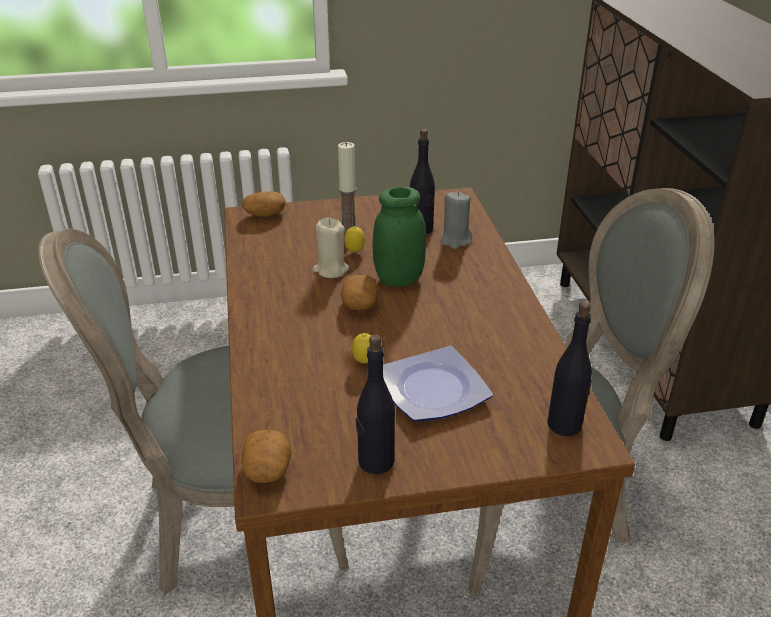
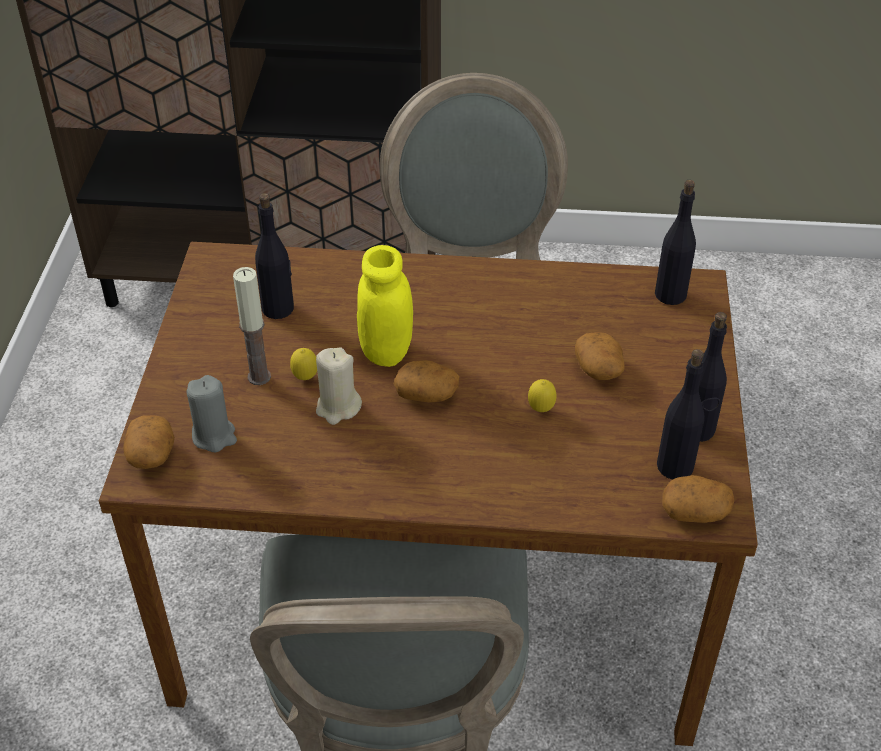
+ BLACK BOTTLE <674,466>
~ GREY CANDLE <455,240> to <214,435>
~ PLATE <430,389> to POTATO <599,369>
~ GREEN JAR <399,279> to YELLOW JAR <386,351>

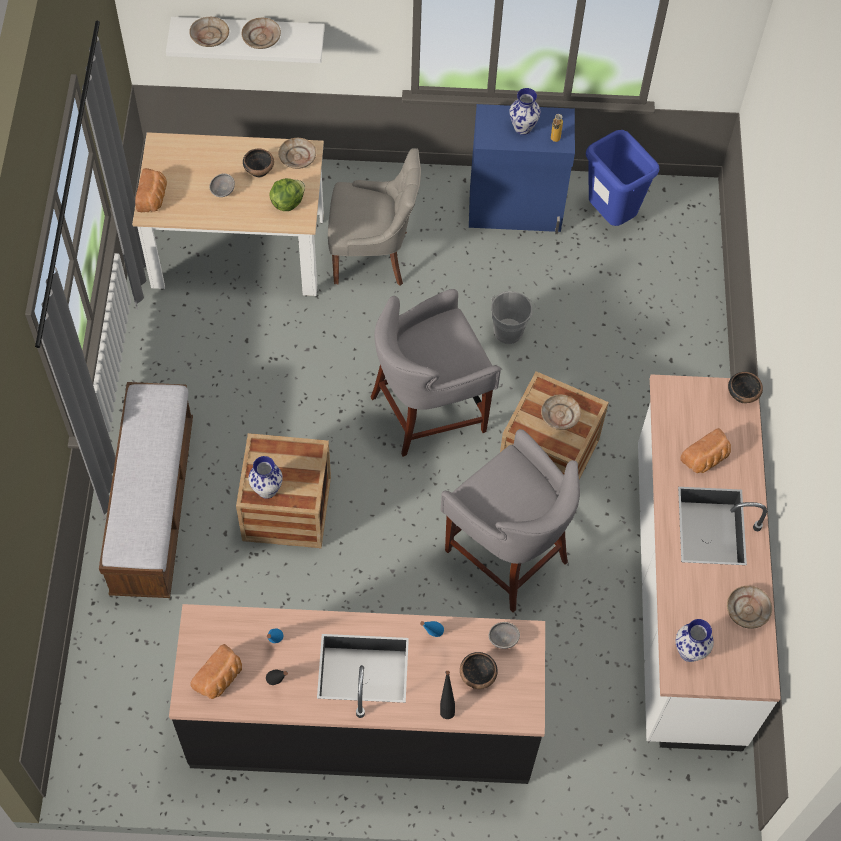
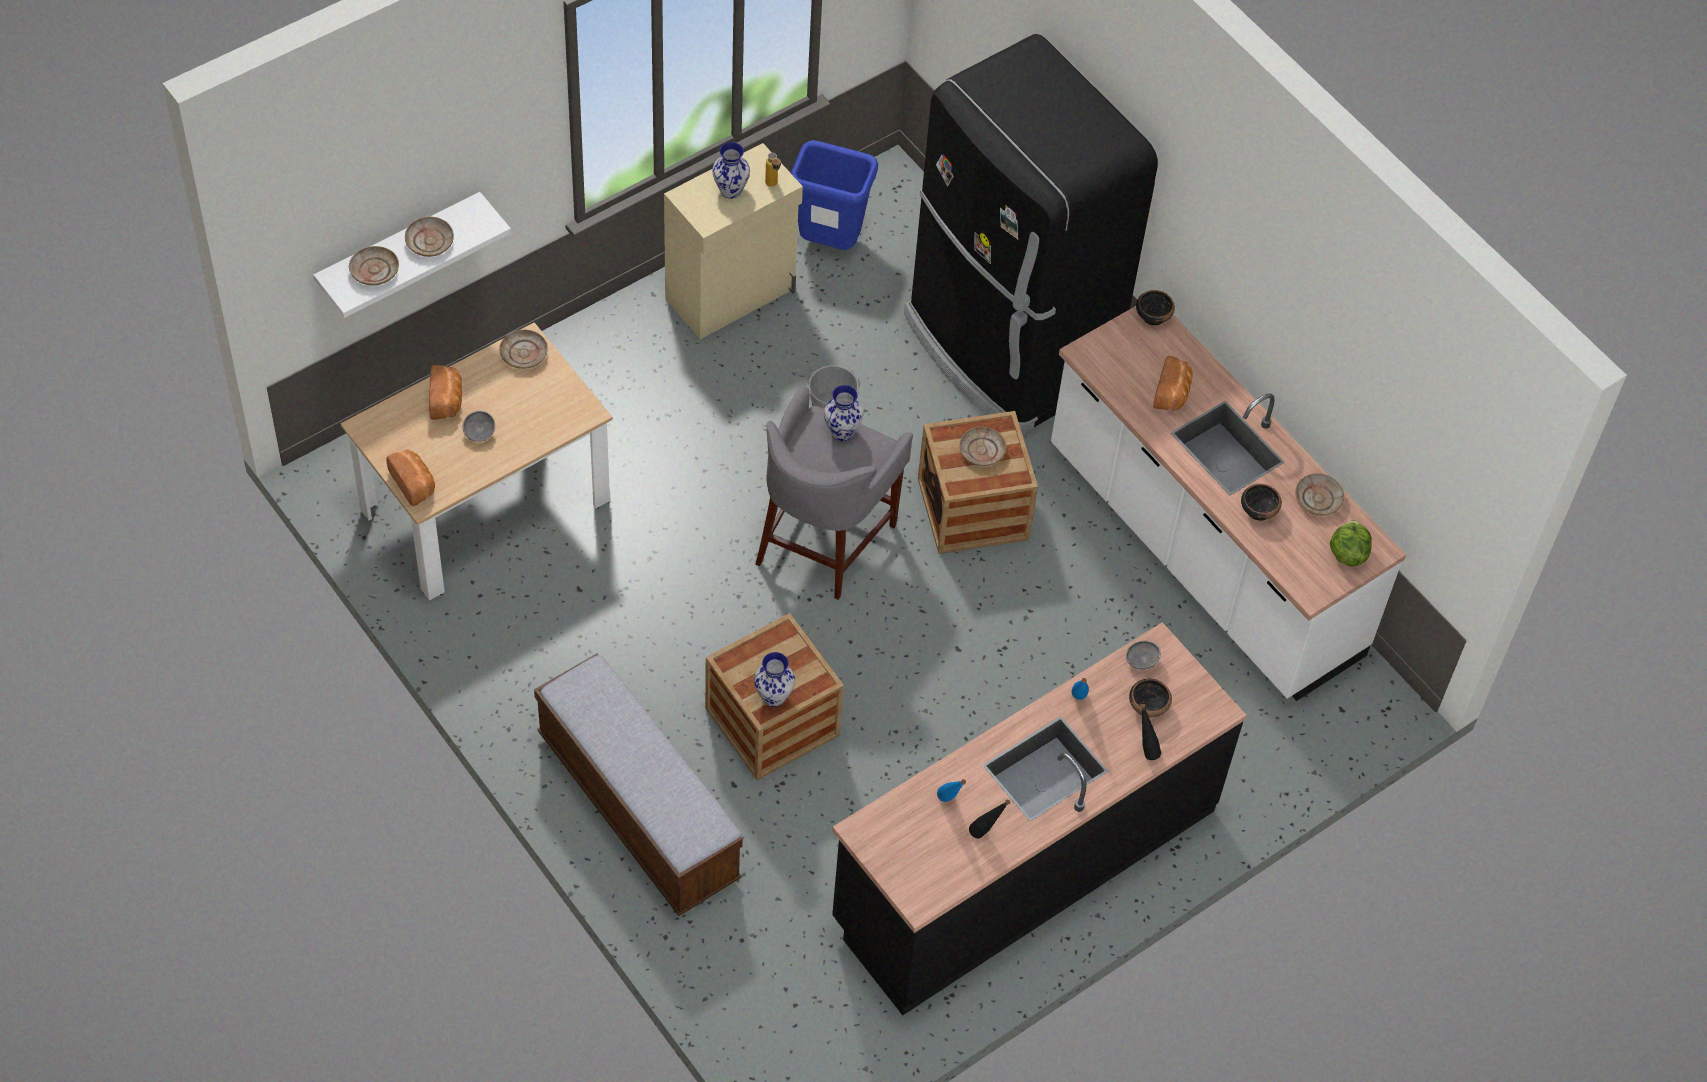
- GREY CHAIR <373,256>
- GREY STOOL <507,553>
+ BLACK FRIDGE <1006,350>
~ BREAD <220,678> to <447,401>
~ BOWL <259,169> to <1258,510>
~ LETTUCE <287,202> to <1347,553>
~ VASE <689,652> to <842,432>
~ BLUE CABINET <515,211> to BEIGE CABINET <732,294>

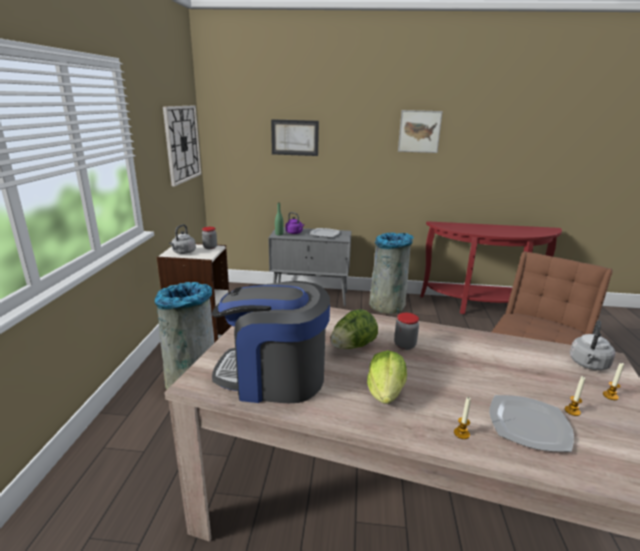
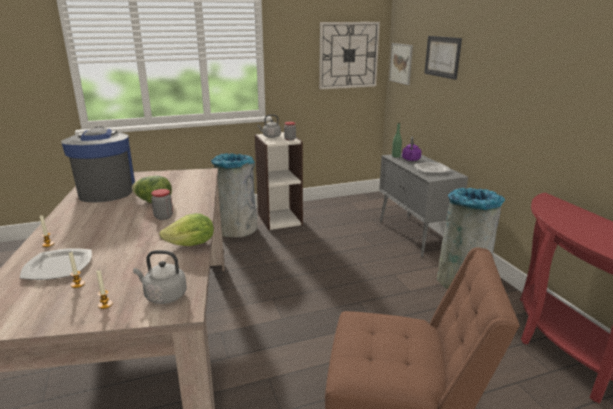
~ LETTUCE <385,392> to <192,245>
~ PICTURE <419,131> to <401,63>

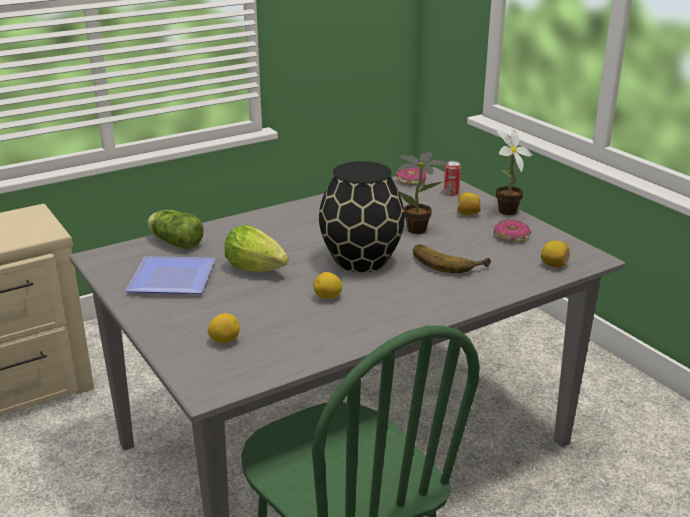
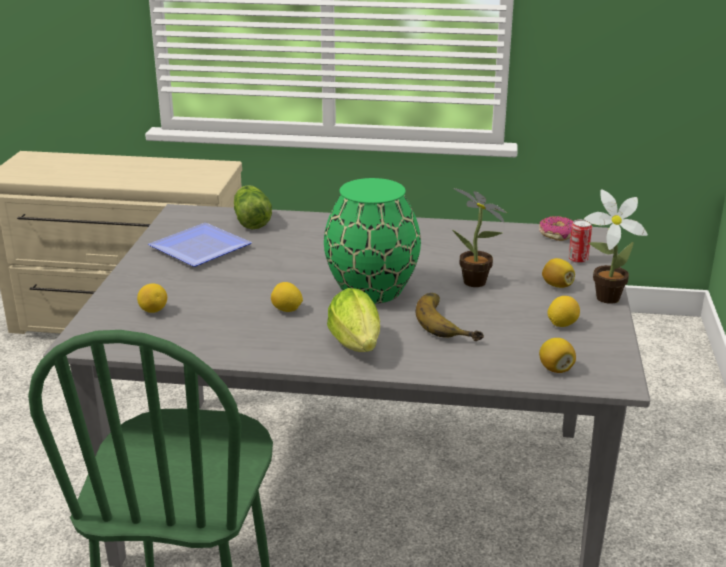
~ LETTUCE <259,270> to <357,347>
~ DONUT <511,237> to LEMON <562,324>
~ BLACK VASE <360,260> to GREEN VASE <370,290>

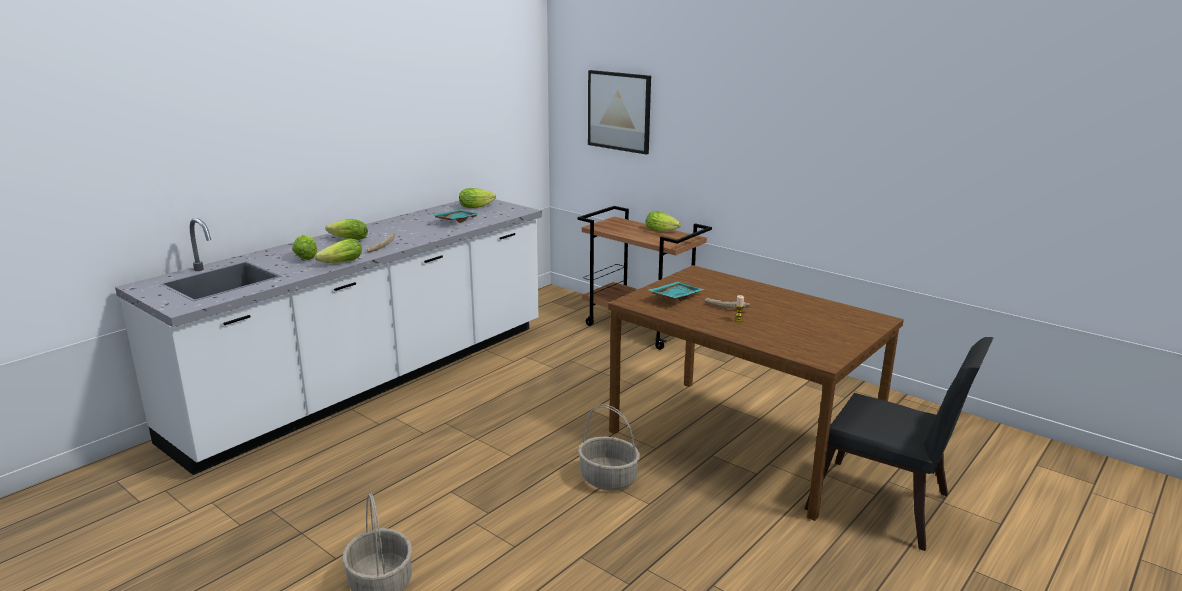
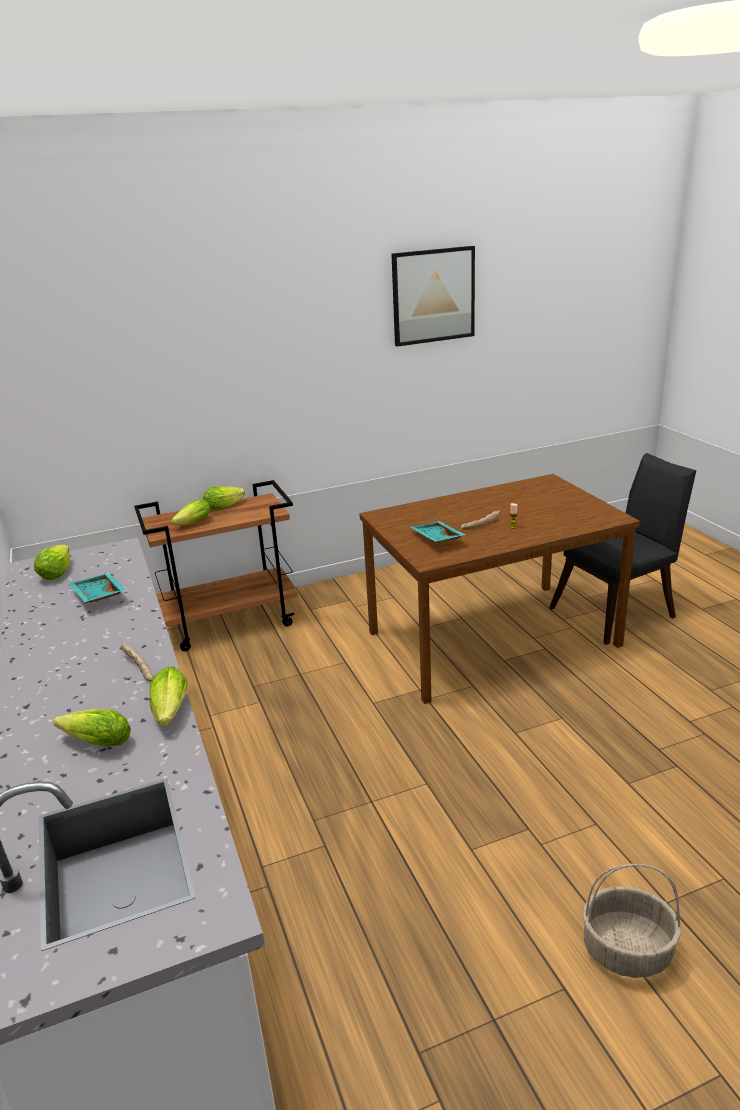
- BASKET <609,478>
~ LETTUCE <347,239> to <191,524>
~ PICTURE <619,111> to <433,296>

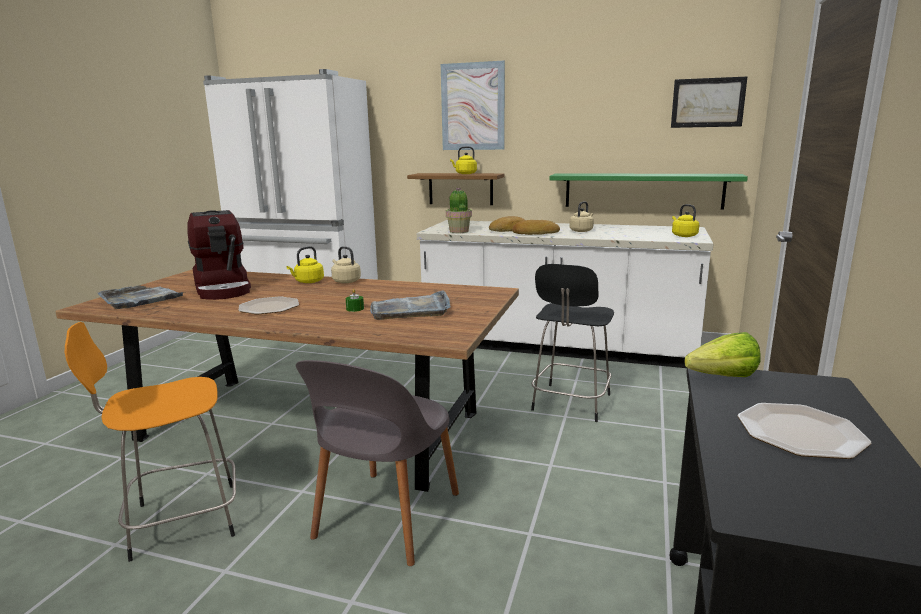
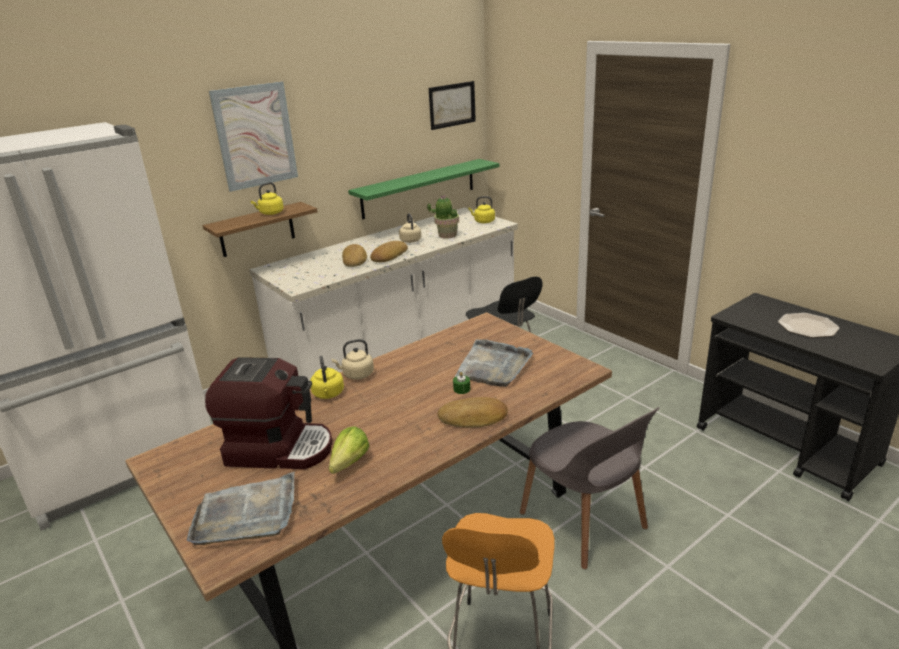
- PLATE <269,307>
+ BREAD <473,418>
~ POTTED PLANT <459,231> to <447,235>
~ LETTUCE <715,378> to <346,466>

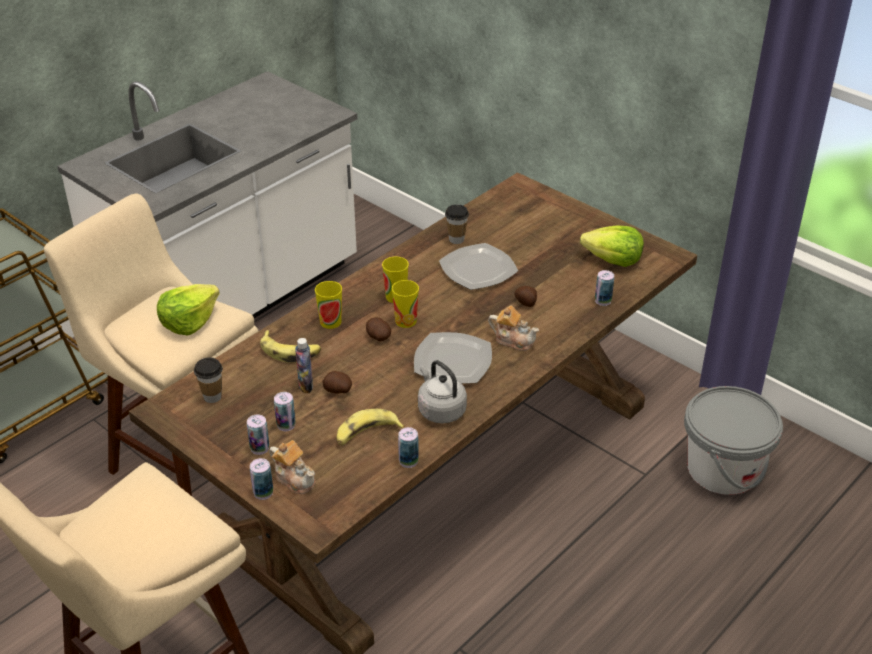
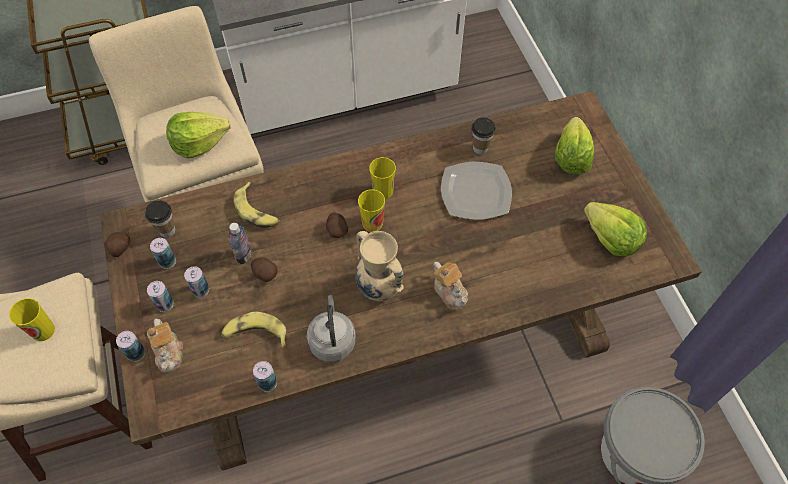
+ LETTUCE <570,157>
~ CUP <330,322> to <43,330>
~ POTATO <526,303> to <120,249>
~ CAN <603,301> to <167,262>
~ PLATE <452,361> to BEIGE VASE <380,289>

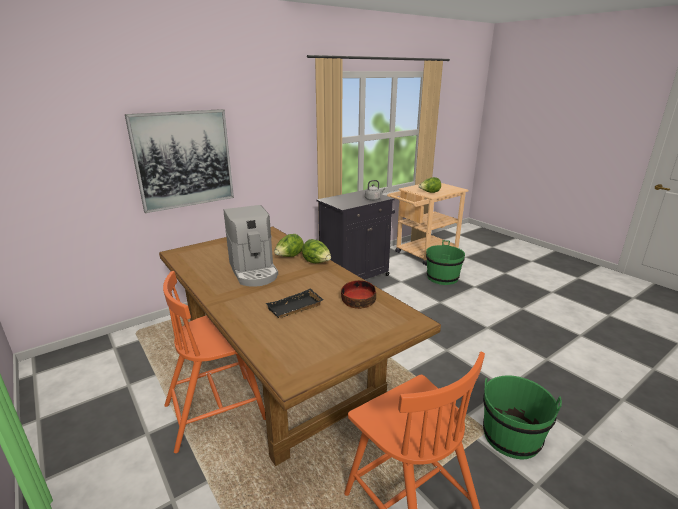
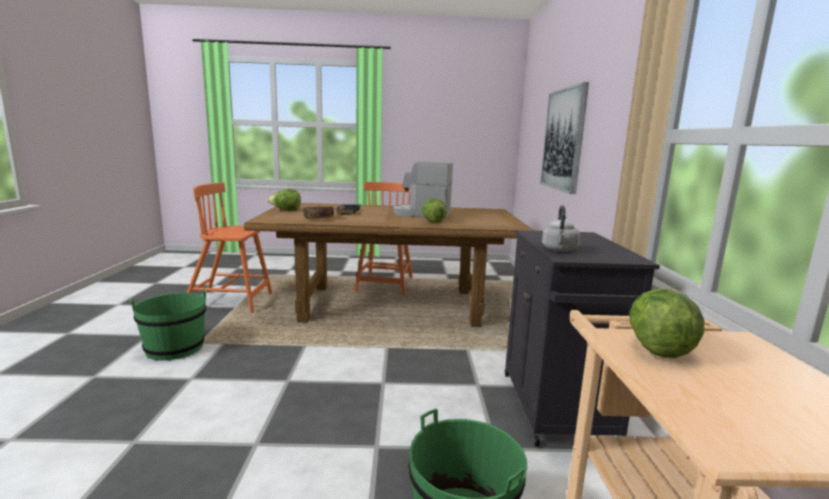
~ LETTUCE <317,263> to <286,210>

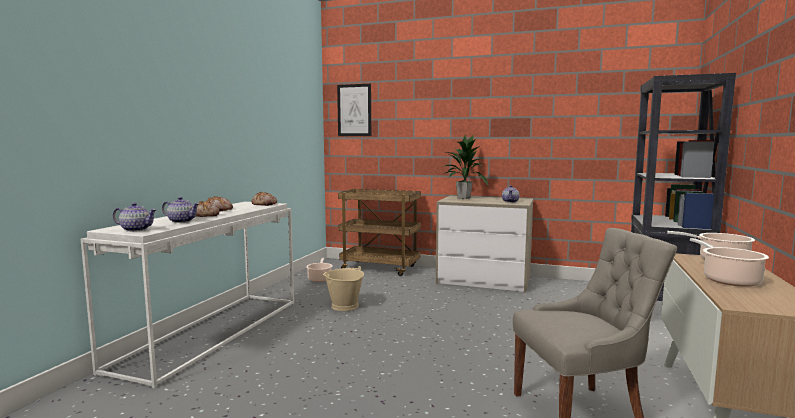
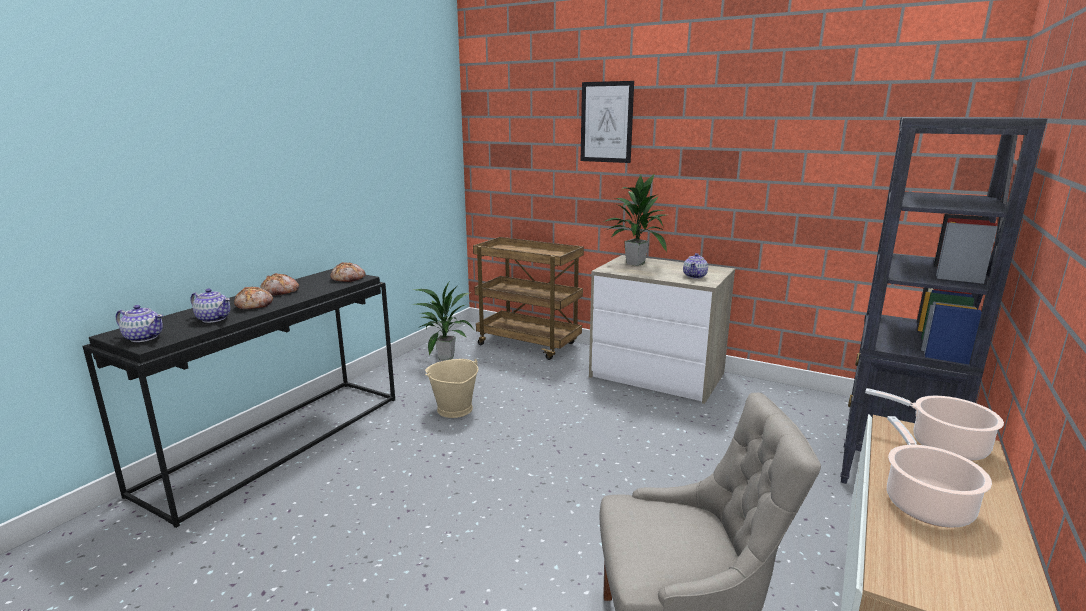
~ PICTURE <354,110> to <606,122>
~ COOKING POT <320,279> to POTTED PLANT <445,357>
~ WHITE CONSOLE TABLE <211,332> to BLACK CONSOLE TABLE <278,440>

